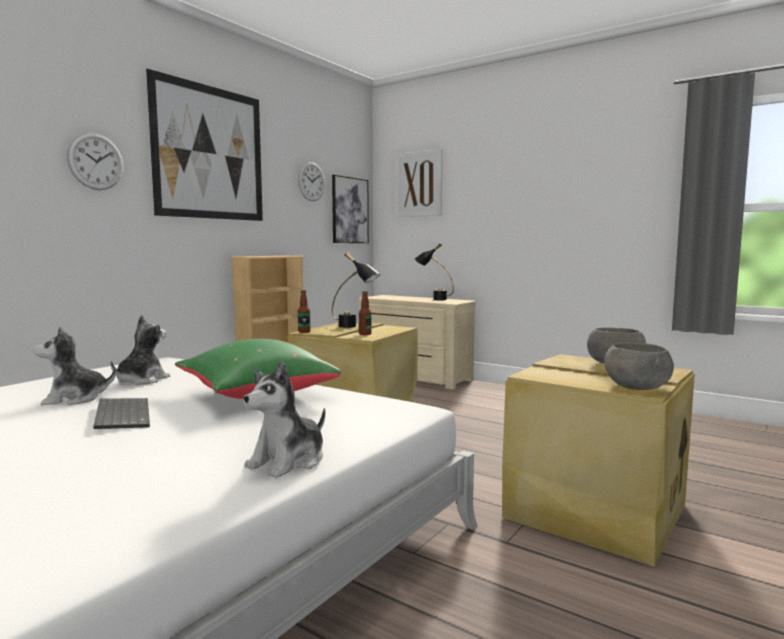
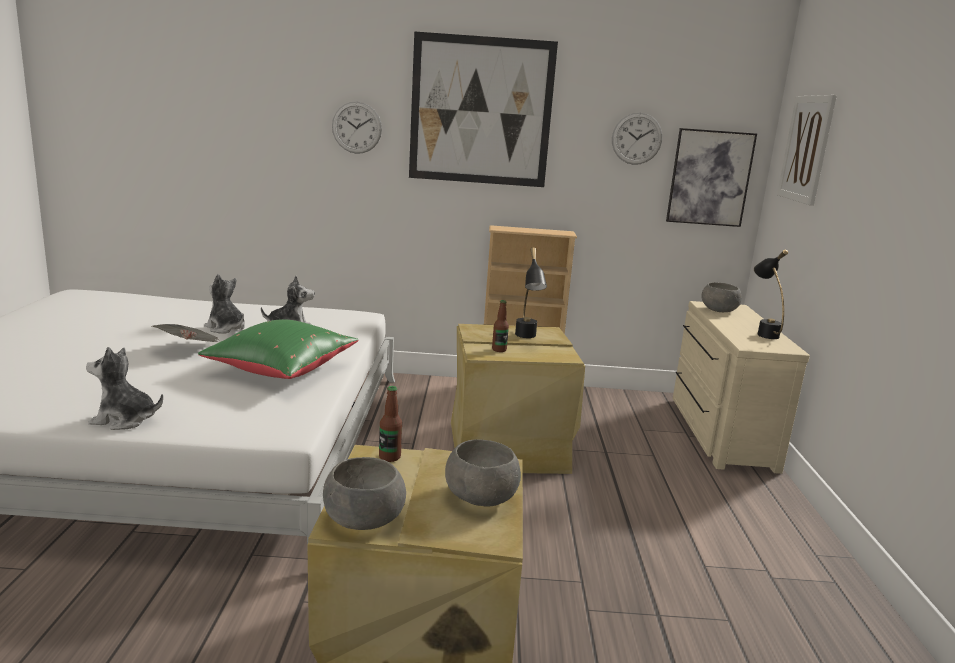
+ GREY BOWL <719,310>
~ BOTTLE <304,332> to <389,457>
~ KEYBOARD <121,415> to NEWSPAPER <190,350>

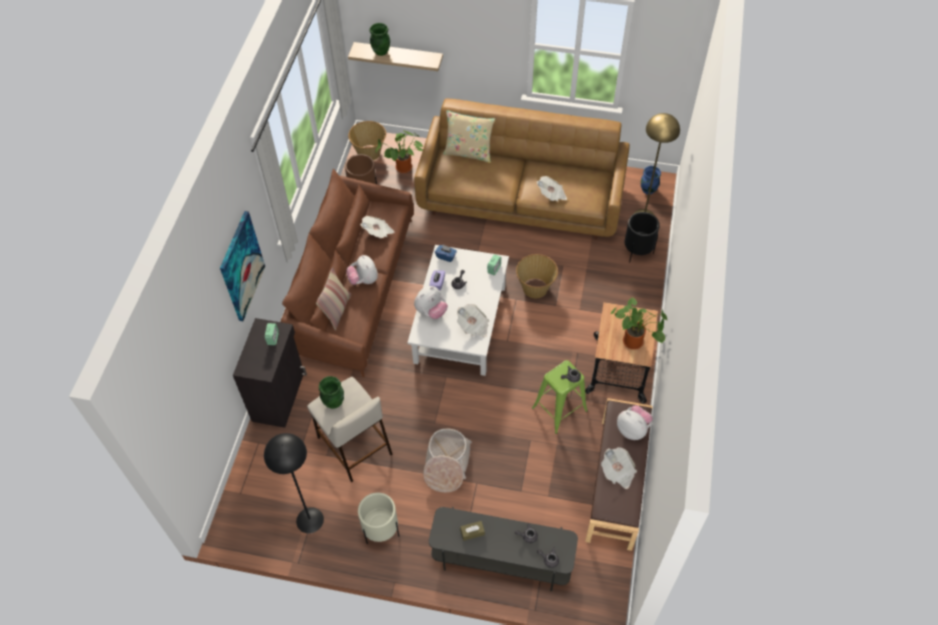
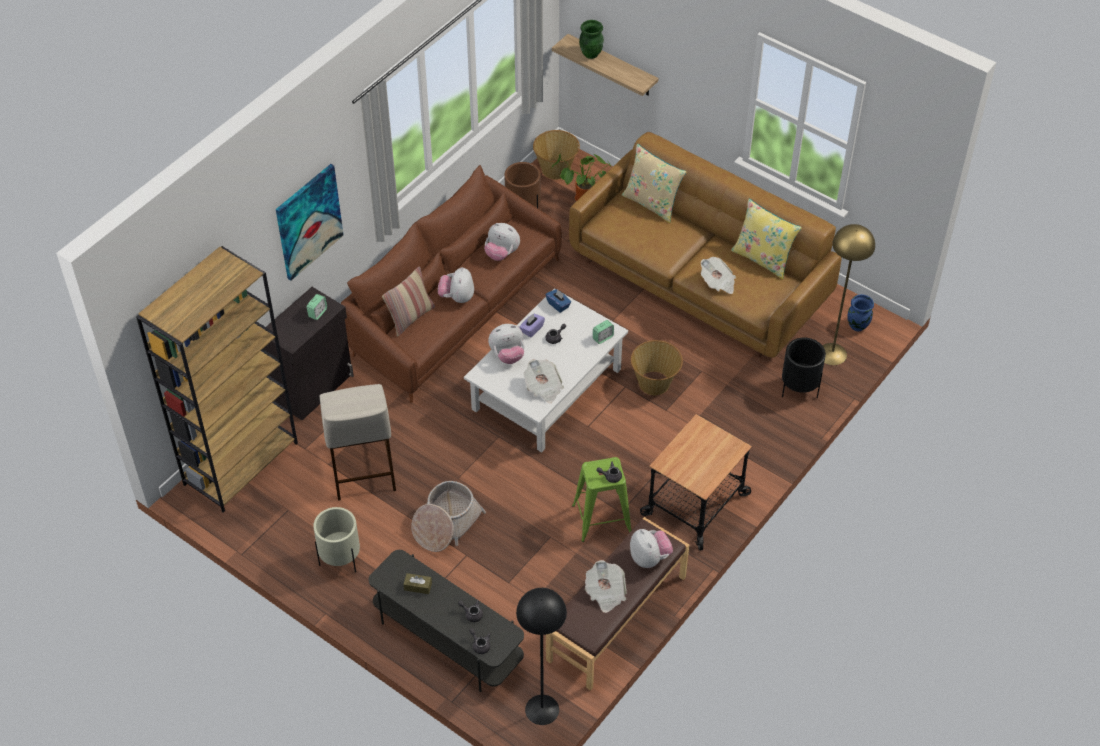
- GREEN VASE <334,402>
- POTTED PLANT <635,342>
+ BROWN BOOKCASE <241,463>
+ YELLOW PILLOW <763,258>
~ BLACK FLOOR LAMP <310,520> to <542,710>
~ NEWSPAPER <378,232> to PLUSH TOY <502,253>

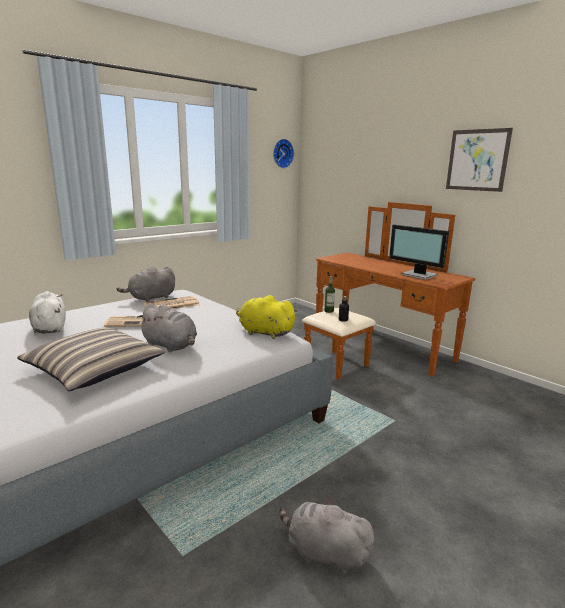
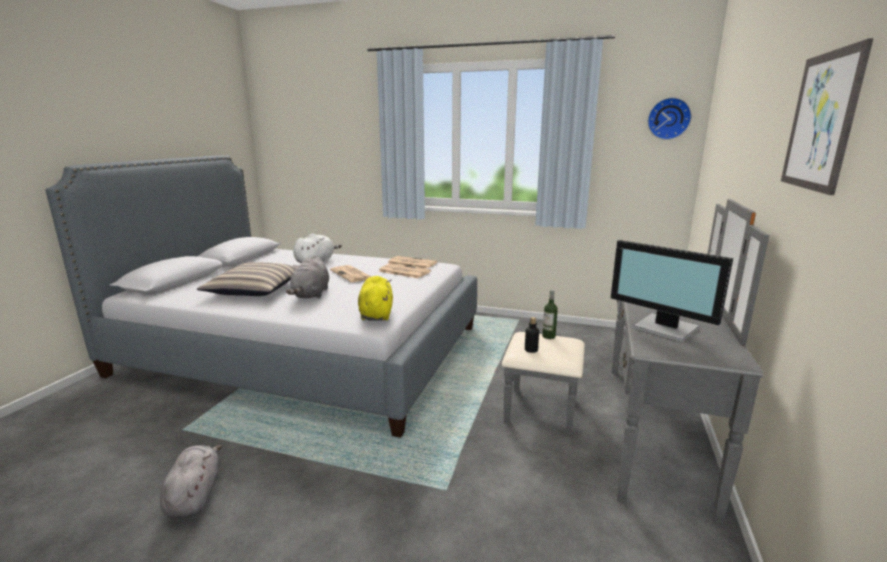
~ GREY PLUSH TOY <151,298> to NEWSPAPER <411,263>
~ BROWN DRESSER <372,349> to GREY DRESSER <626,425>
~ MONITOR <419,275> = <665,329> 60 degrees counterclockwise

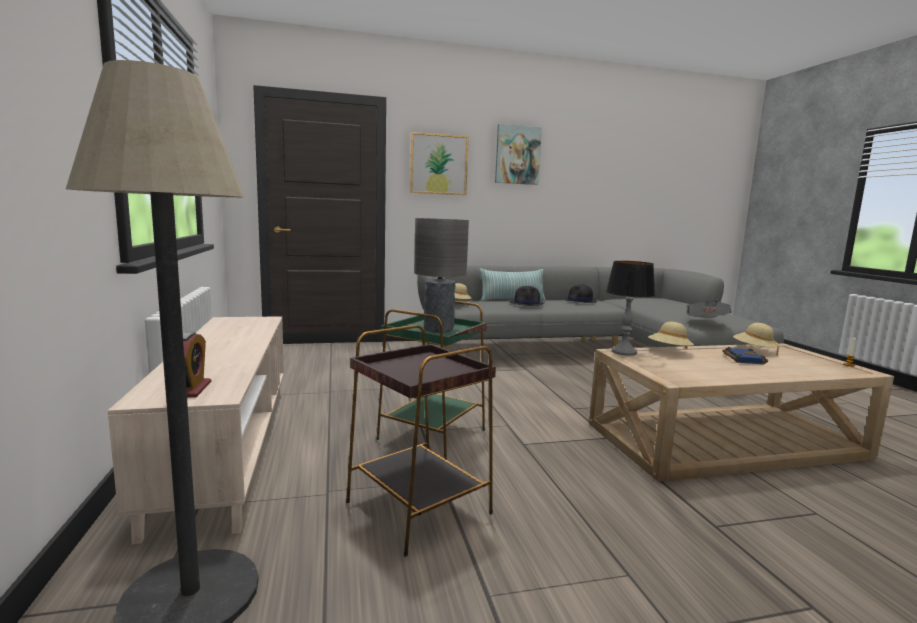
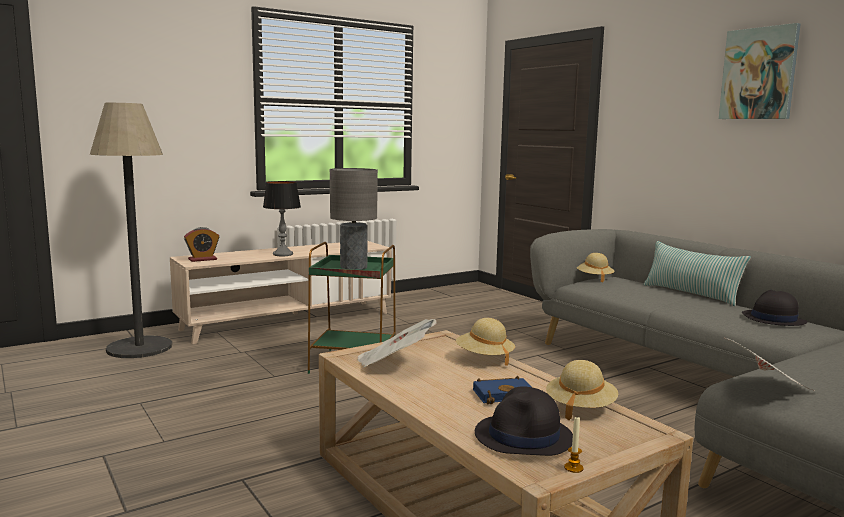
- BROWN SIDE TABLE <418,506>
- PICTURE <438,164>
+ NEWSPAPER <394,363>
~ BLACK HAT <527,303> to <524,437>
~ TABLE LAMP <624,352> to <283,254>

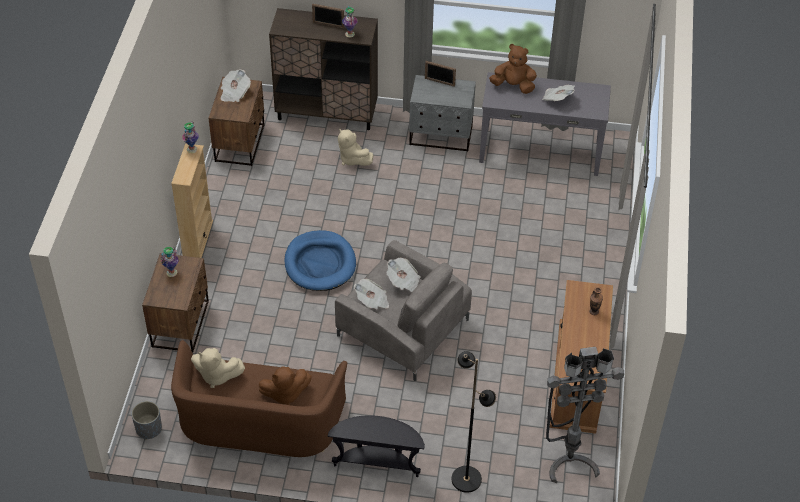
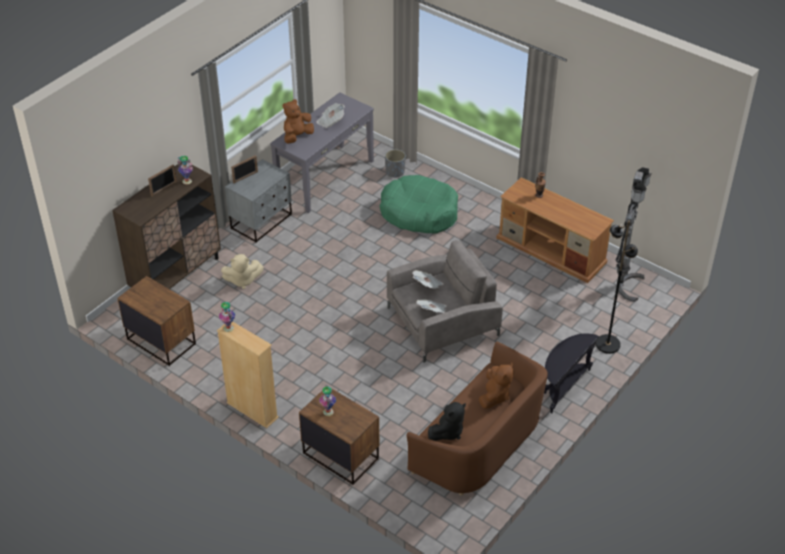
- NEWSPAPER <234,93>
- BLUE DOG BED <320,263>
+ GREEN DOG BED <419,213>
~ GREY PLANTER <149,429> to <395,172>
~ BEIGE PLUSH TOY <216,376> to BLACK PLUSH TOY <448,431>

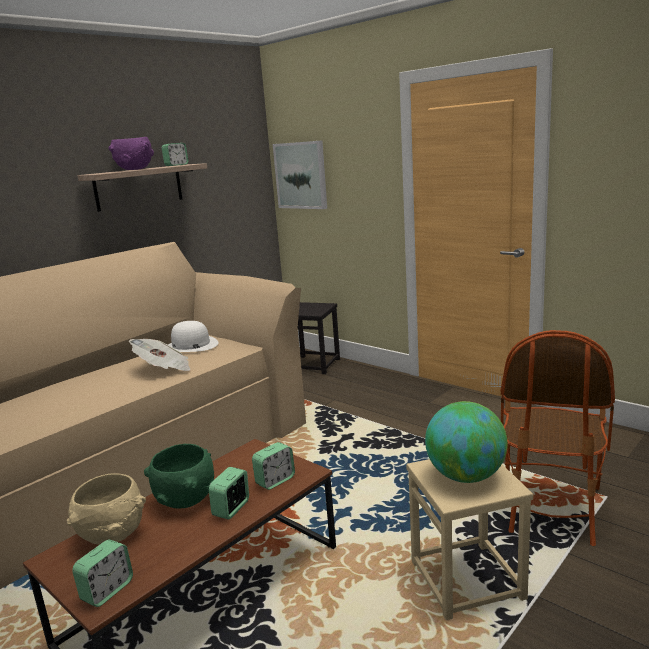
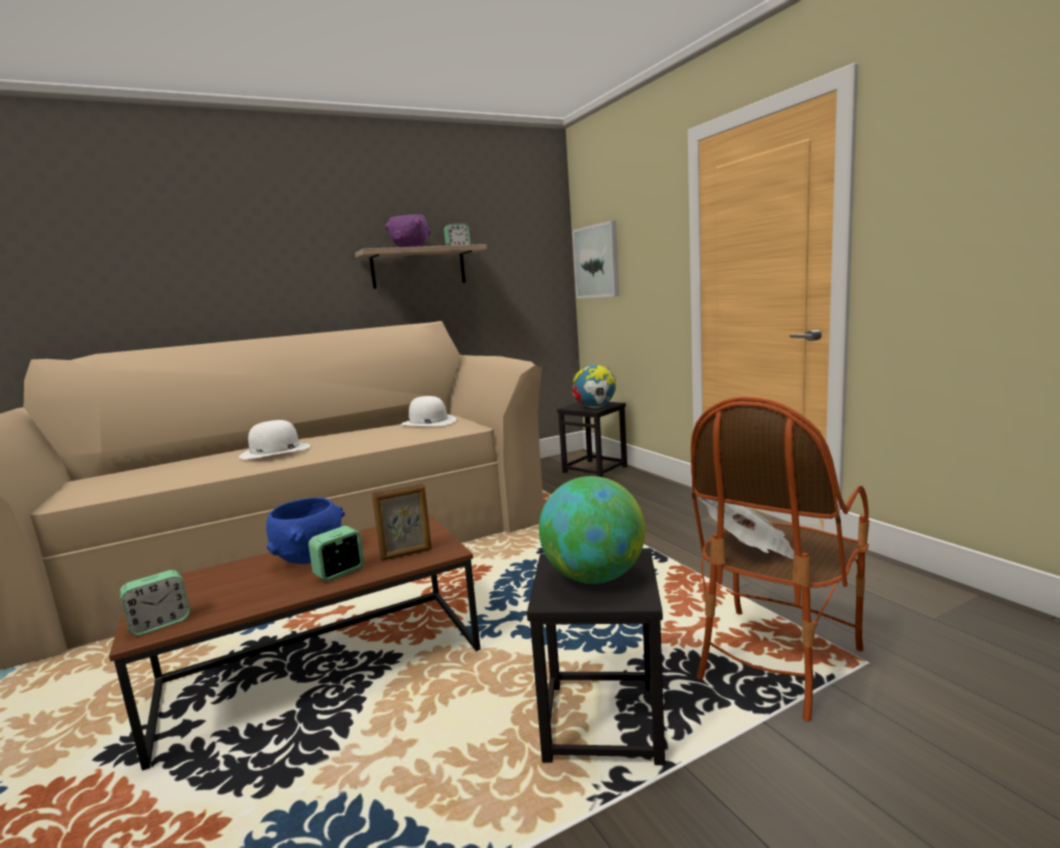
- BEIGE BOWL <113,535>
+ WHITE HAT <275,451>
+ GLOBE <595,407>
~ NEWSPAPER <164,369> to <749,549>
~ ALARM CLOCK <275,481> to PICTURE FRAME <406,554>
~ GREEN BOWL <185,500> to BLUE BOWL <309,558>
~ BEIGE STOOL <467,580> to BLACK STOOL <604,722>

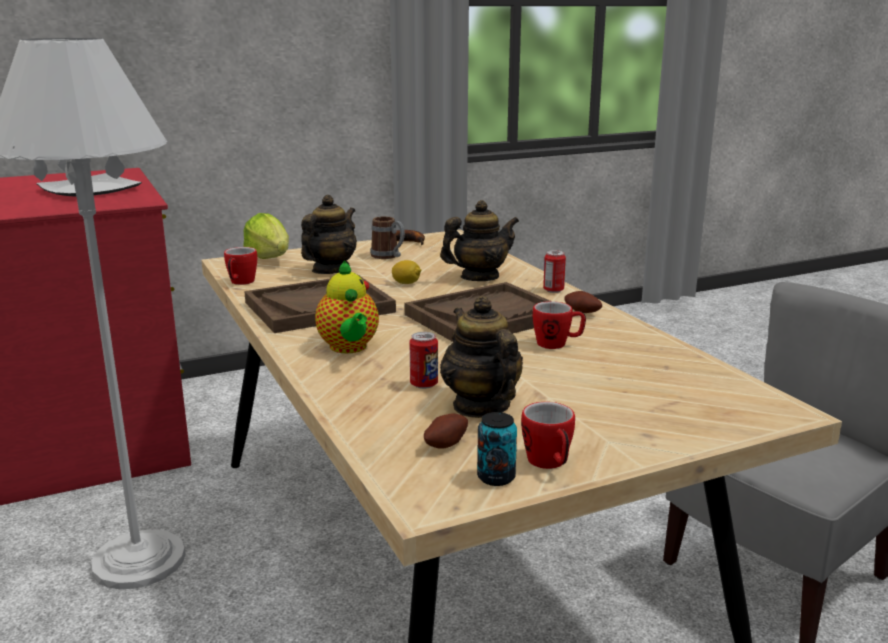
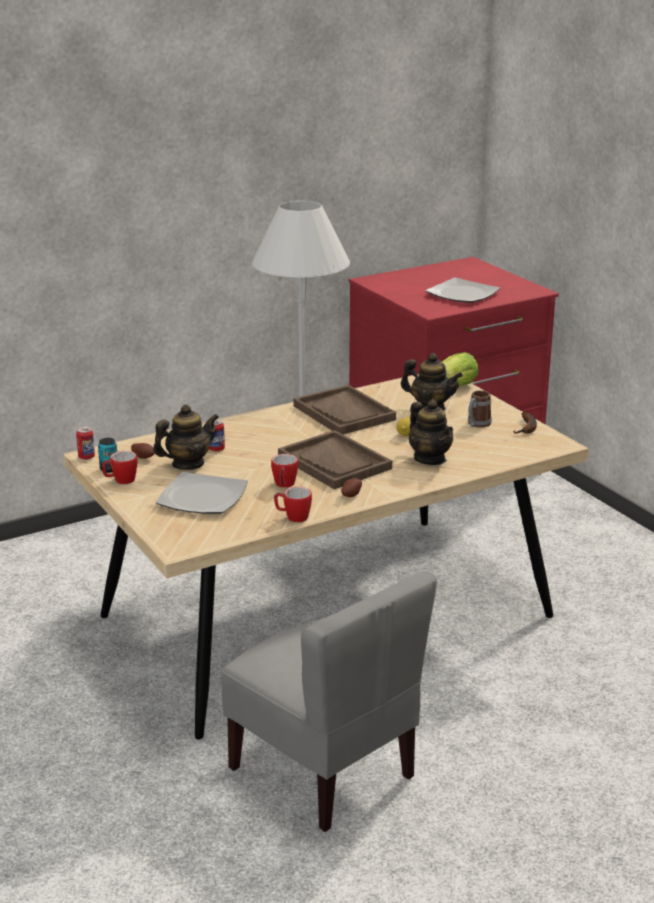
- TEAPOT <349,348>
+ PLATE <201,498>
~ MUG <240,283> to <293,517>
~ CAN <553,290> to <86,457>

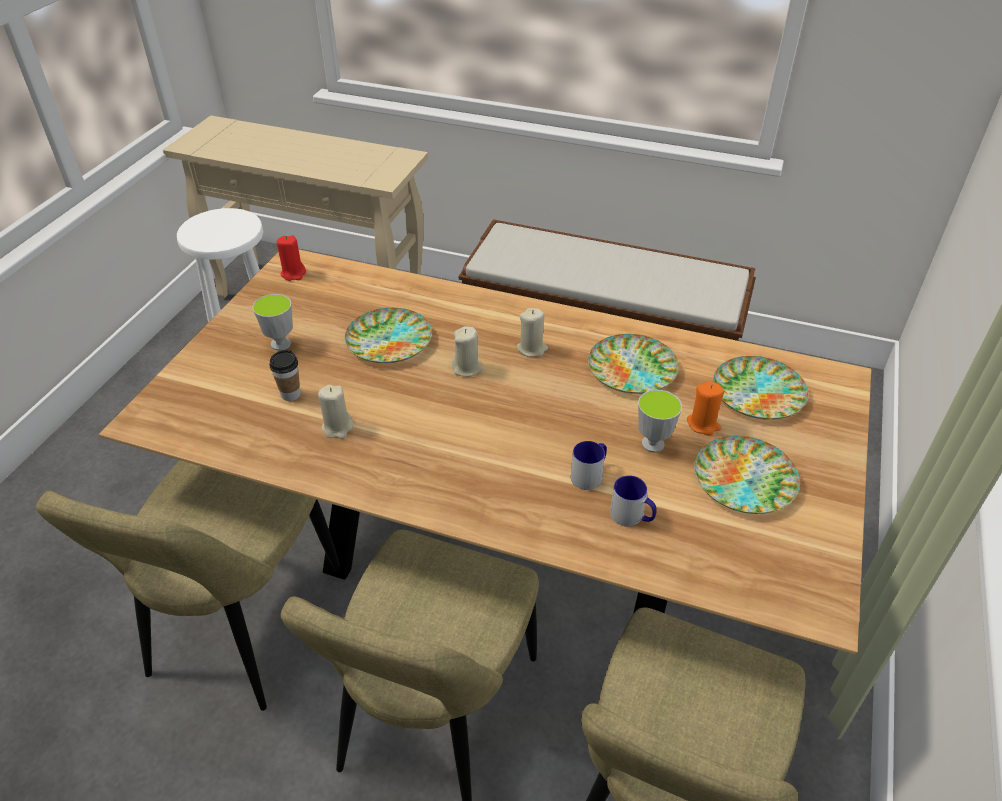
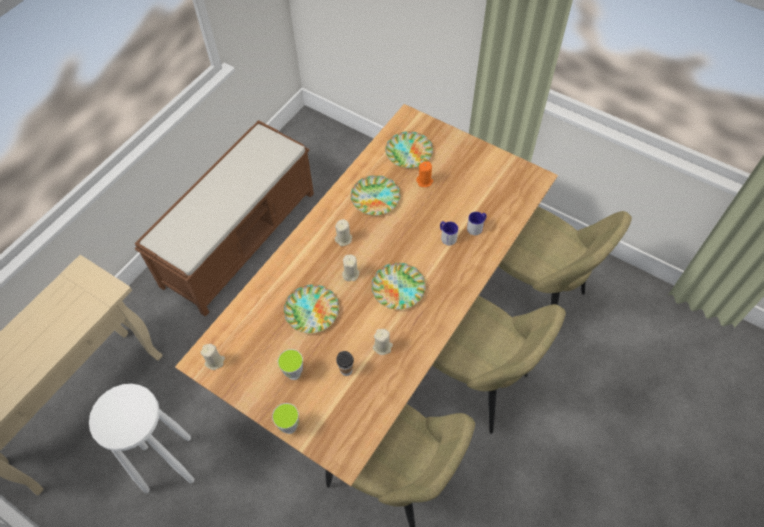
~ CUP <652,444> to <289,427>
~ PLATE <745,480> to <398,288>
~ RED CANDLE <293,273> to BEIGE CANDLE <215,361>

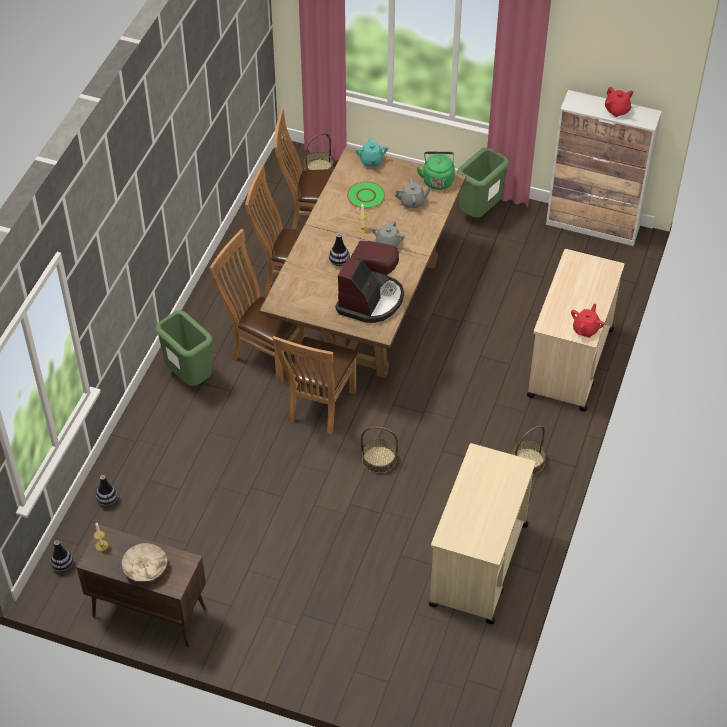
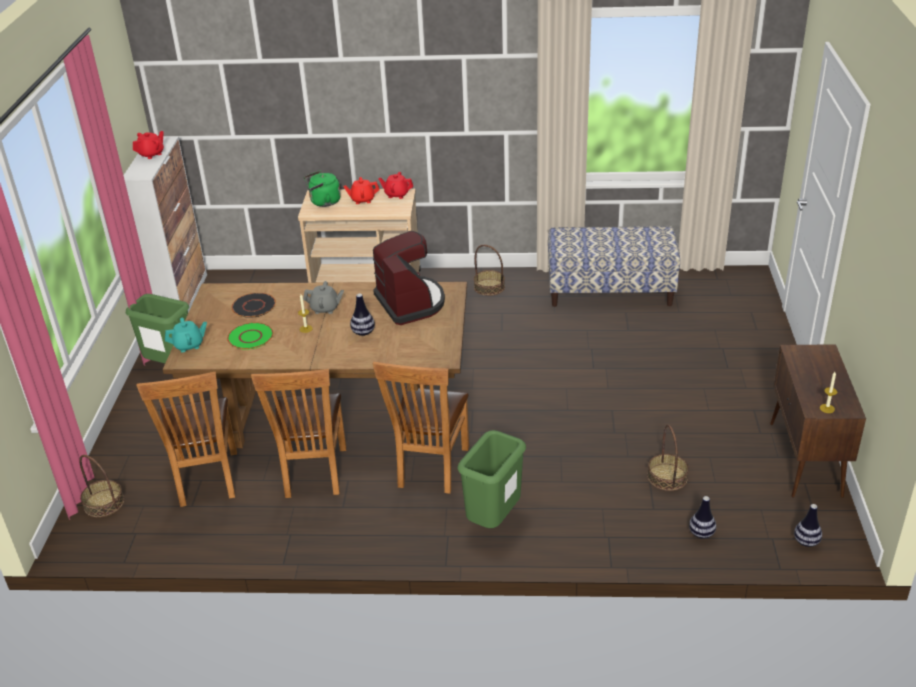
- BEIGE BOWL <145,568>
- BROWN CHAIR <319,408>
+ RED TEAPOT <362,200>
~ BASKET <379,459> to <667,477>
~ GREEN KETTLE <437,180> to <323,202>
~ GREY TEAPOT <412,202> to BLACK PLATE <254,306>
~ BEIGE CART <478,565> to BENCH <610,292>
~ COFFEE MACHINE <370,300> = <411,303> 60 degrees clockwise

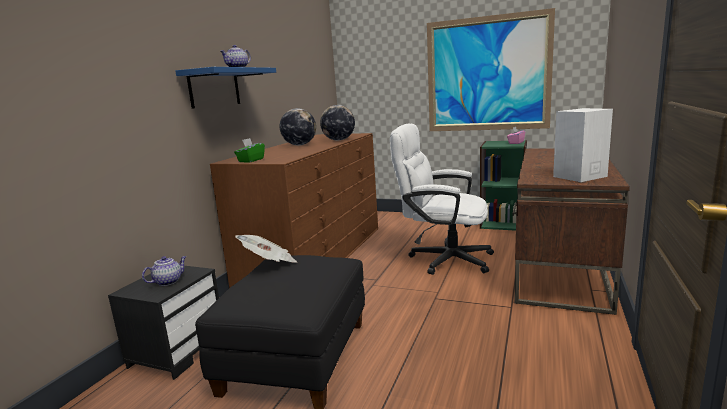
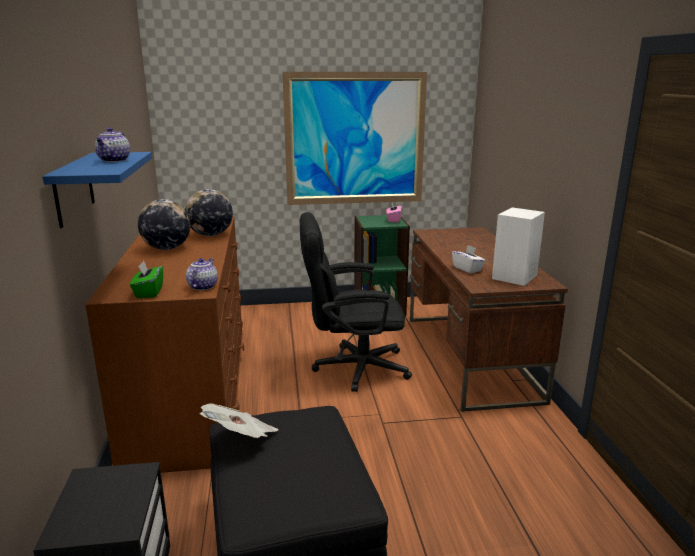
+ WHITE TISSUE BOX <467,269>
~ TEAPOT <168,281> to <202,286>
~ WHITE OFFICE CHAIR <443,259> to BLACK OFFICE CHAIR <352,368>

